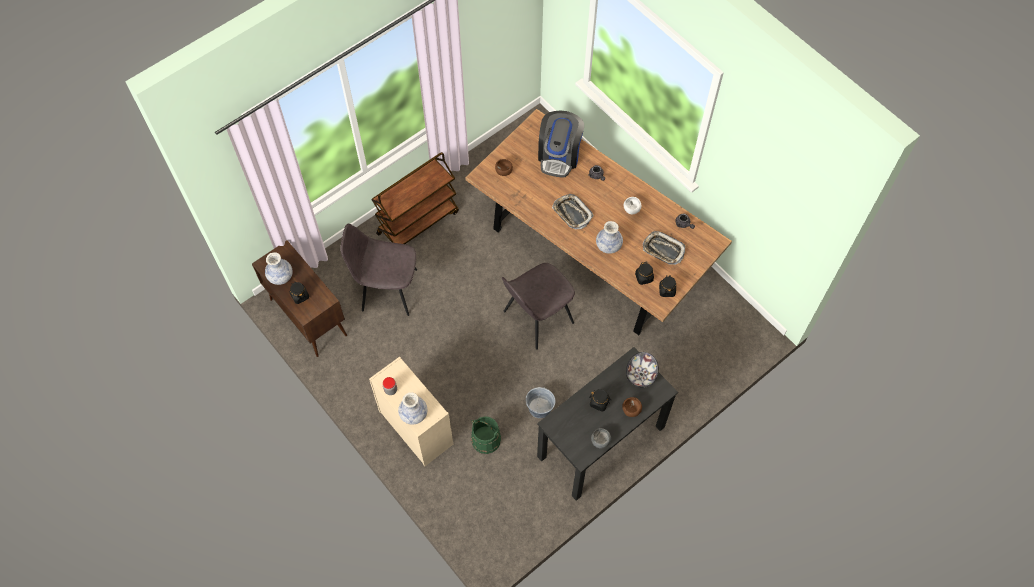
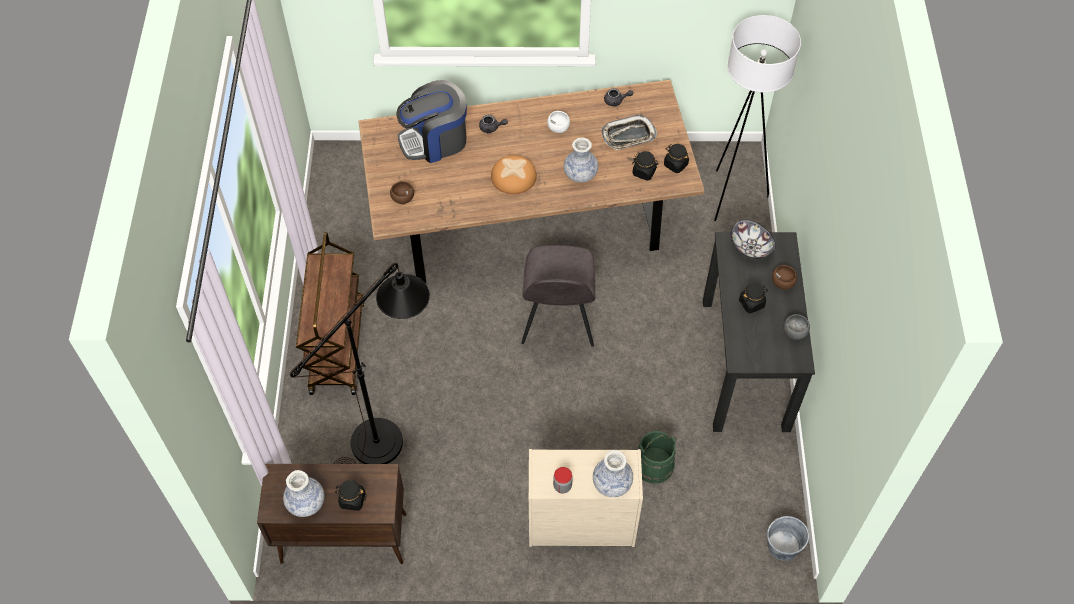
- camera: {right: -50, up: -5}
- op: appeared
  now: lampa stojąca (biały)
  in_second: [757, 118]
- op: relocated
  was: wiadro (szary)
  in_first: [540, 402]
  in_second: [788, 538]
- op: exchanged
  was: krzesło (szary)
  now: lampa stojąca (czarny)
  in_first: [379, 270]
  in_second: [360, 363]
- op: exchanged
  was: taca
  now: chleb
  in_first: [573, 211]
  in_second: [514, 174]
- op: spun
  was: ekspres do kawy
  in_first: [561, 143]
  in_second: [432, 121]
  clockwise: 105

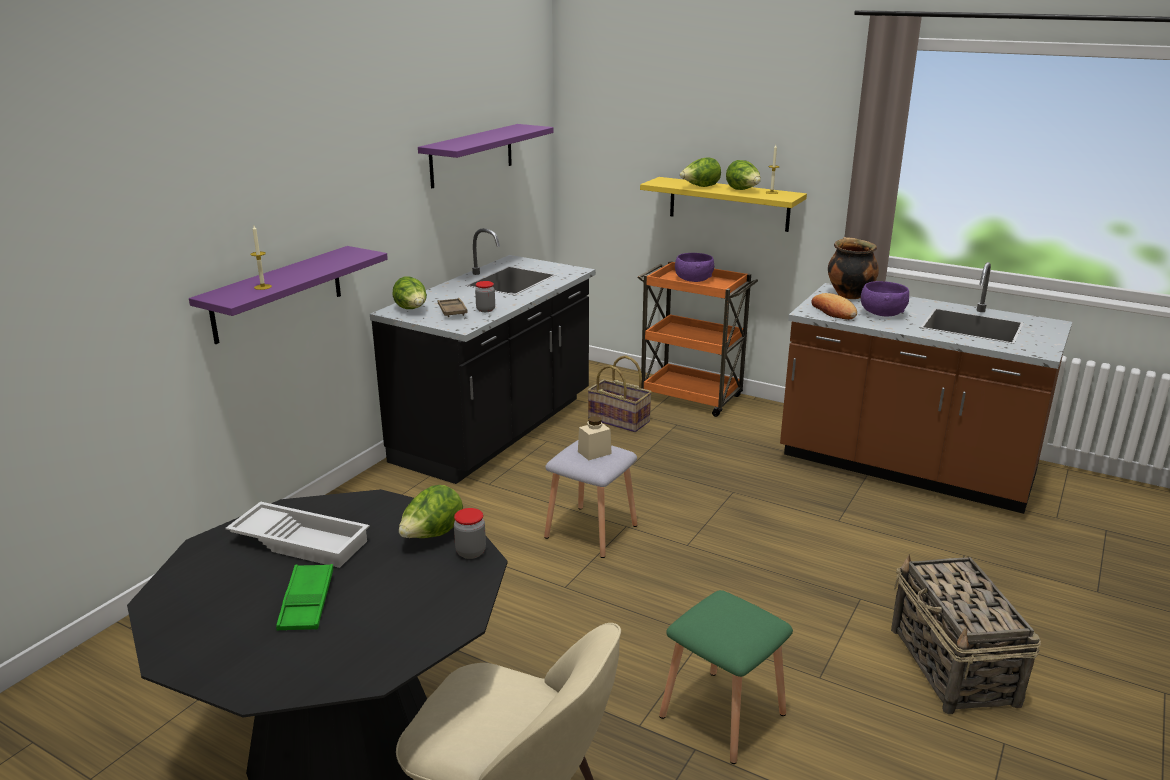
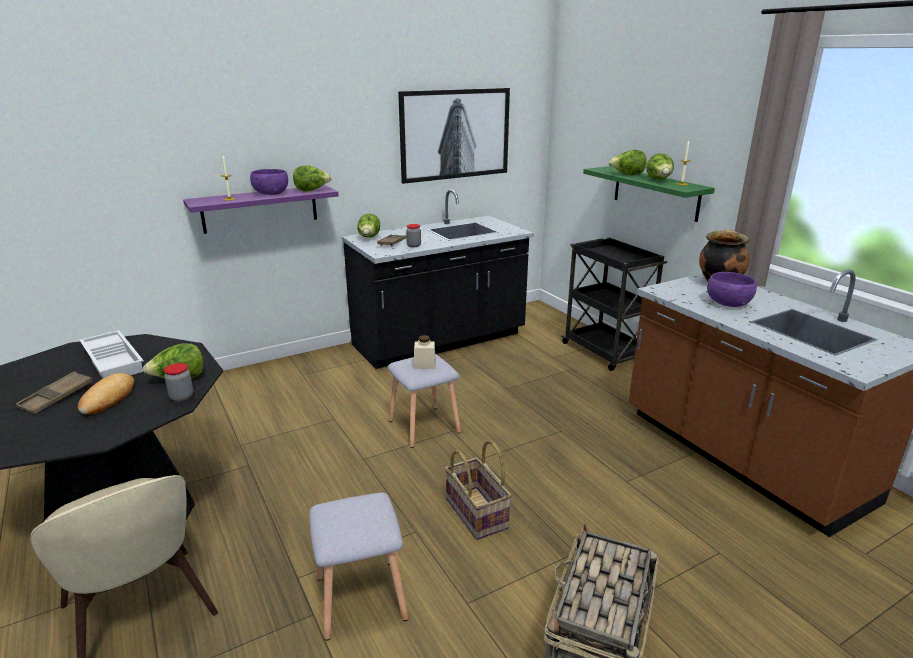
- camera: {right: 30, up: 0}
- op: appeared
  now: sałata
  in_second: [312, 178]
- op: relocated
  was: koszyk
  in_first: [619, 394]
  in_second: [478, 490]
- op: relocated
  was: miska (fioletowy)
  in_first: [694, 267]
  in_second: [269, 182]
- op: relocated
  was: chleb
  in_first: [834, 306]
  in_second: [106, 394]
- op: exchanged
  was: półka (fioletowy)
  now: obraz
  in_first: [486, 156]
  in_second: [454, 136]
- op: colour
  was: taca (zielony)
  now: taca (brązowy)
  in_first: [304, 597]
  in_second: [54, 393]
- op: colour
  was: wózek (pomarańczowy)
  now: wózek (czarny)
  in_first: [698, 339]
  in_second: [614, 304]
- op: colour
  was: półka (żółty)
  now: półka (zielony)
  in_first: [723, 204]
  in_second: [649, 194]
- op: colour
  was: stołek (zielony)
  now: stołek (szary)
  in_first: [726, 677]
  in_second: [358, 566]

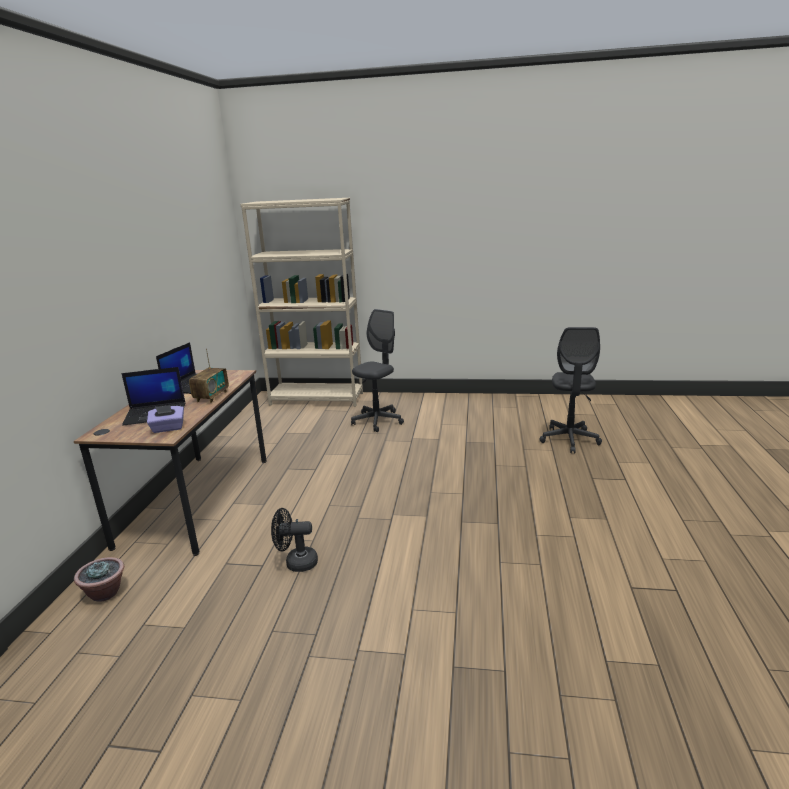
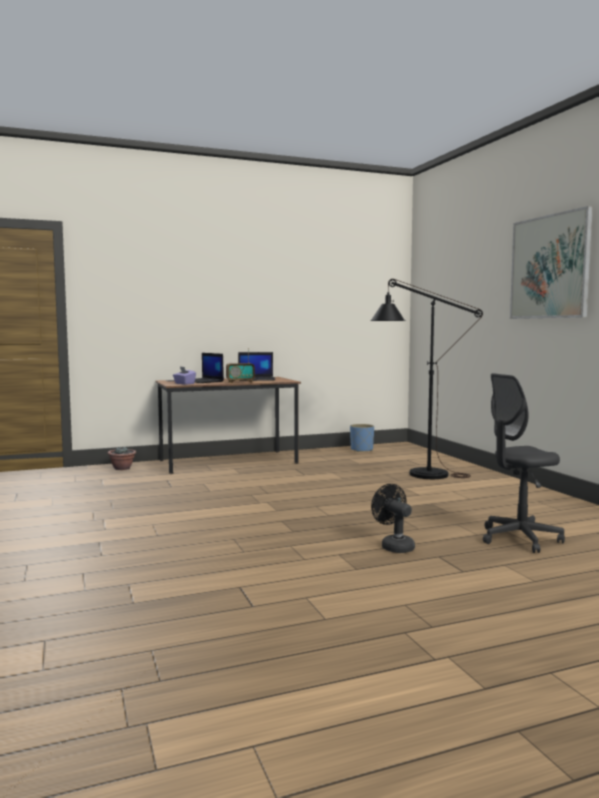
- camera: {right: 60, up: -15}
- op: missing
  was: regał (beżowy)
  in_first: [301, 302]
- op: appeared
  now: donica (niebieski)
  in_second: [362, 438]
- op: appeared
  now: obraz
  in_second: [551, 262]
- op: relocated
  was: wentylator (czarny)
  in_first: [294, 540]
  in_second: [393, 518]
- op: exchanged
  was: krzesło biurowe (szary)
  now: lampa stojąca (czarny)
  in_first: [377, 370]
  in_second: [426, 379]

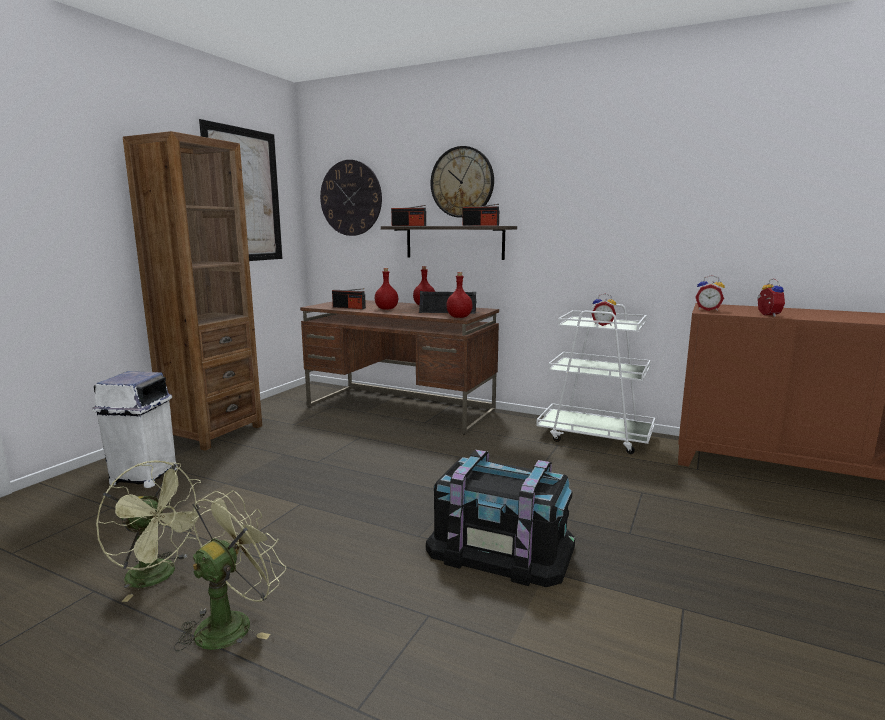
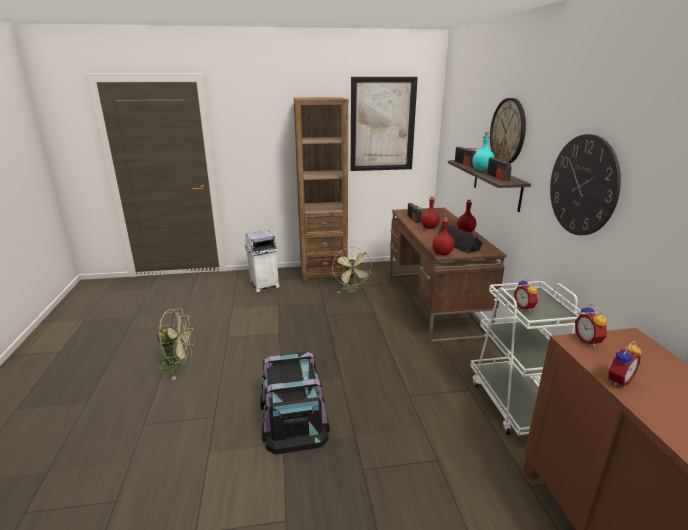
- camera: {right: 55, up: 10}
- op: appeared
  now: butelka (turkusowy)
  in_second: [483, 151]
- op: relocated
  was: wentylator (zielony)
  in_first: [151, 531]
  in_second: [352, 270]
- op: relocated
  was: zegar ścienny
  in_first: [351, 198]
  in_second: [585, 184]

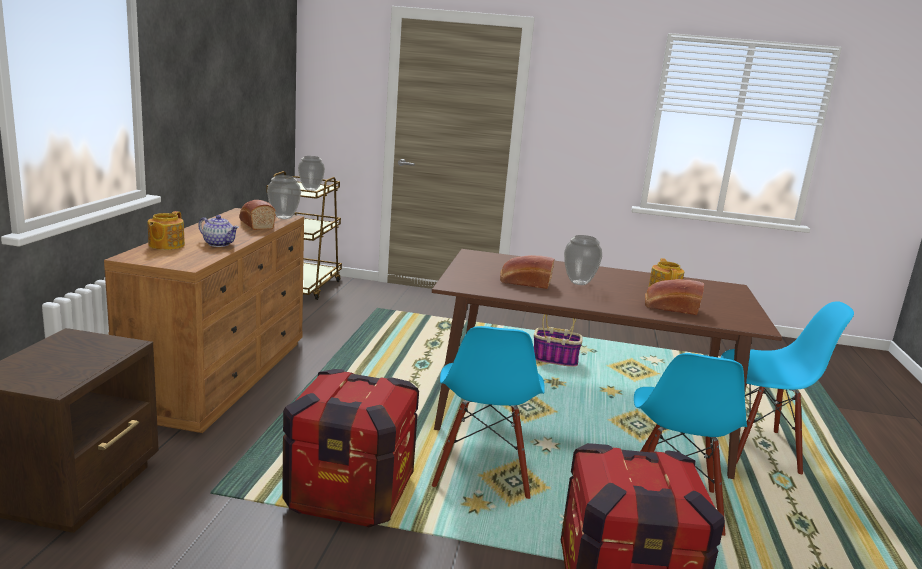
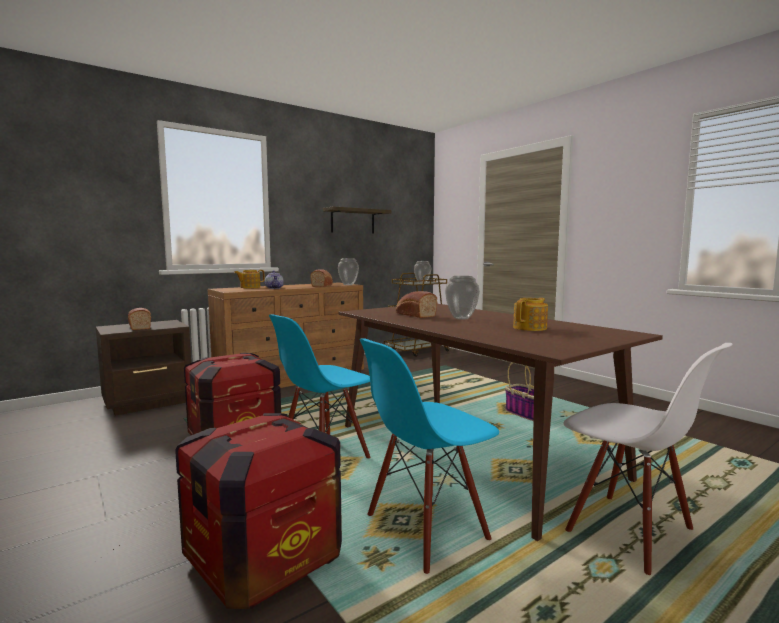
- camera: {right: 45, up: -10}
- op: appeared
  now: półka
  in_second: [357, 220]
- op: relocated
  was: chleb
  in_first: [674, 297]
  in_second: [139, 319]
- op: colour
  was: krzesło (niebieski)
  now: krzesło (biały)
  in_first: [787, 387]
  in_second: [647, 459]

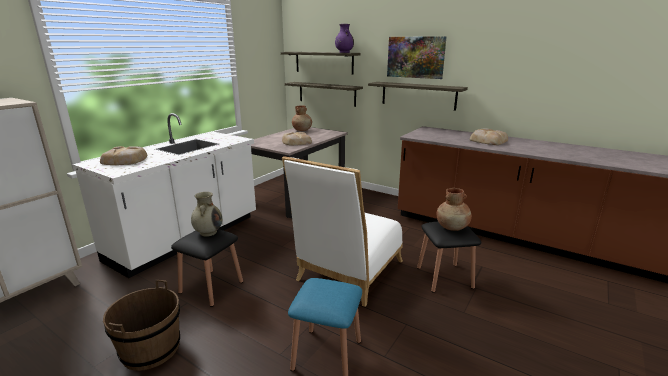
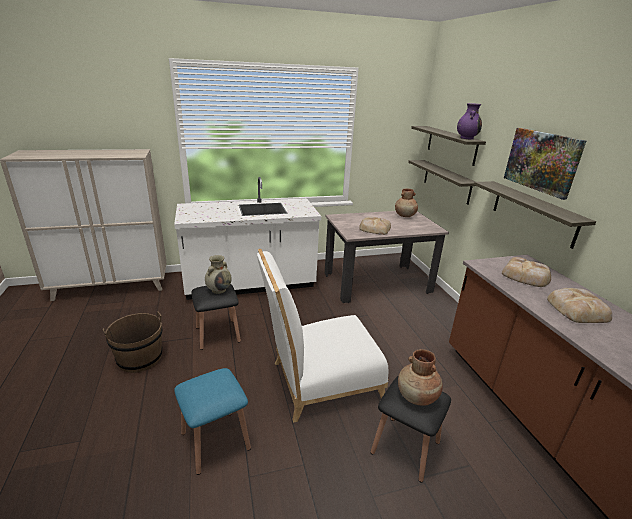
- camera: {right: 40, up: 5}
- op: relocated
  was: chleb
  in_first: [123, 155]
  in_second: [526, 272]

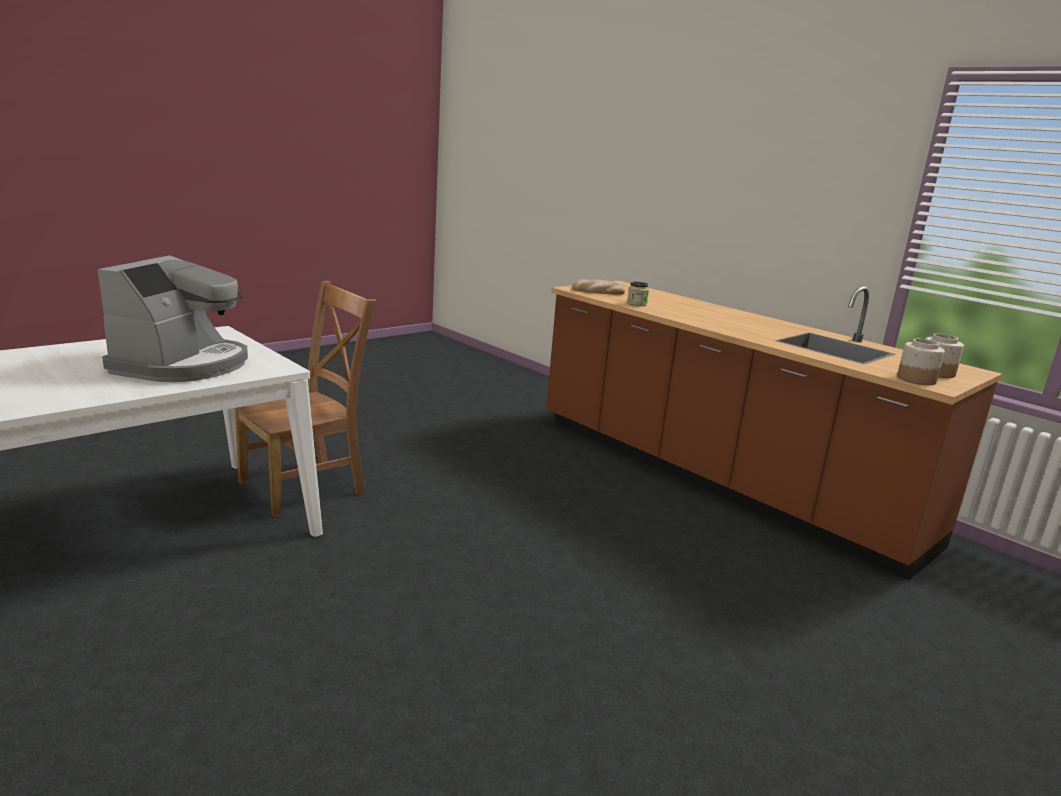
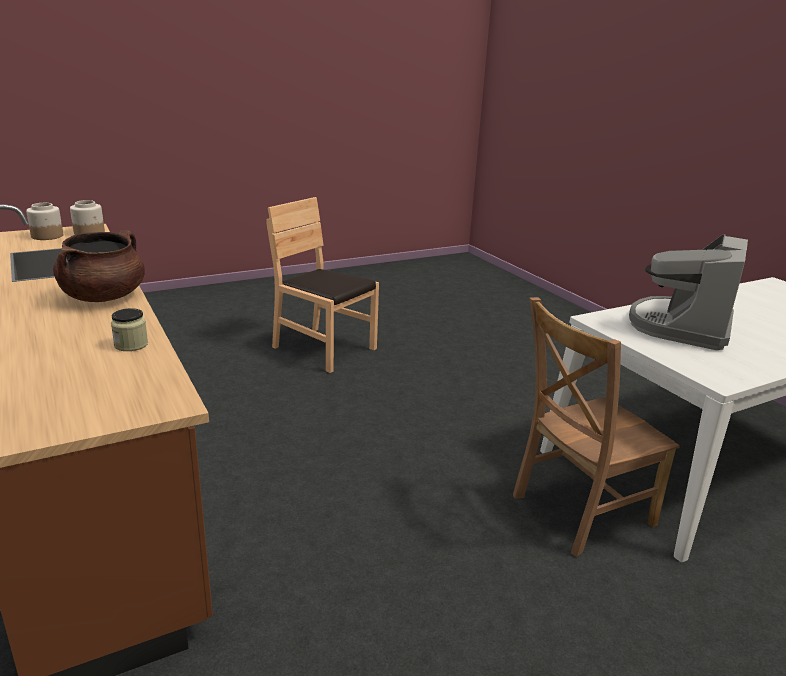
- camera: {right: -165, up: 5}
- op: missing
  was: chleb
  in_first: [598, 287]
- op: appeared
  now: garnek (brązowy)
  in_second: [99, 266]
- op: appeared
  now: krzesło (brązowy)
  in_second: [322, 285]

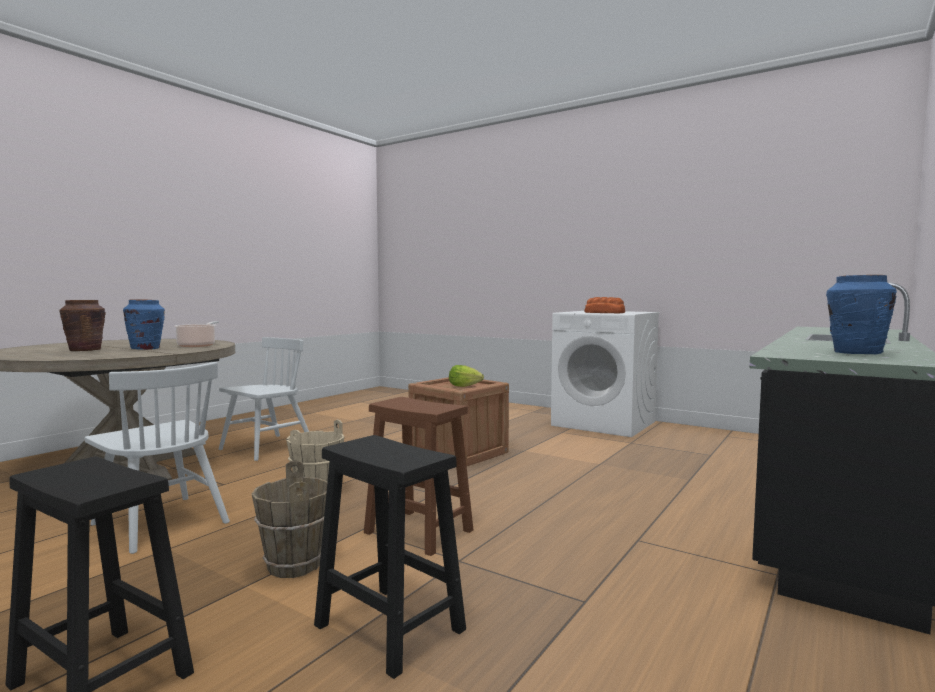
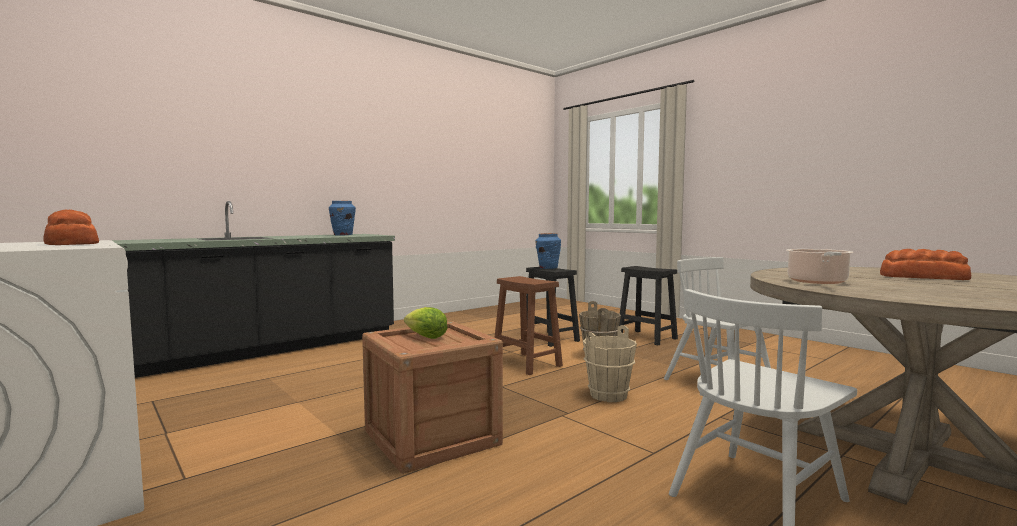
- camera: {right: -165, up: 0}
- op: relocated
  was: wazon (niebieski)
  in_first: [144, 325]
  in_second: [548, 251]
- op: exchanged
  was: wazon (brązowy)
  now: chleb
  in_first: [82, 325]
  in_second: [925, 264]

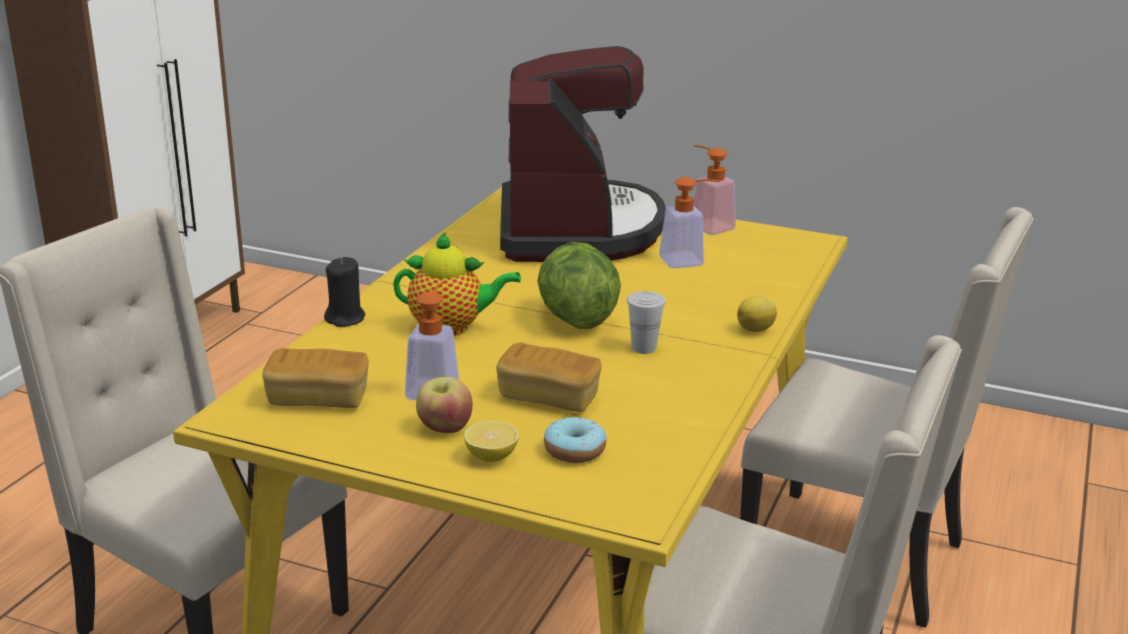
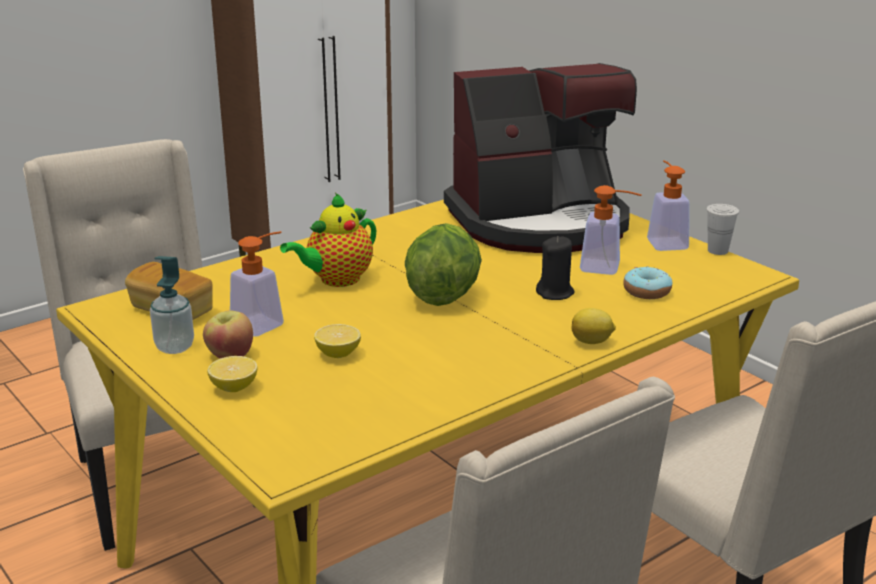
- camera: {right: 30, up: 0}
- op: appeared
  now: dozownik mydła
  in_second: [172, 305]
- op: relocated
  was: świeca (czarny)
  in_first: [344, 292]
  in_second: [555, 268]
- op: relocated
  was: donut
  in_first: [575, 440]
  in_second: [647, 282]
- op: relocated
  was: filiżanka (biały)
  in_first: [646, 322]
  in_second: [722, 229]
- op: exchanged
  was: chleb
  now: cytryna
  in_first: [548, 377]
  in_second: [337, 341]
- op: spun
  was: imbryk
  in_first: [457, 284]
  in_second: [328, 240]
  clockwise: 105
- op: spun
  was: ekspres do kawy
  in_first: [583, 154]
  in_second: [540, 158]
  clockwise: 45

